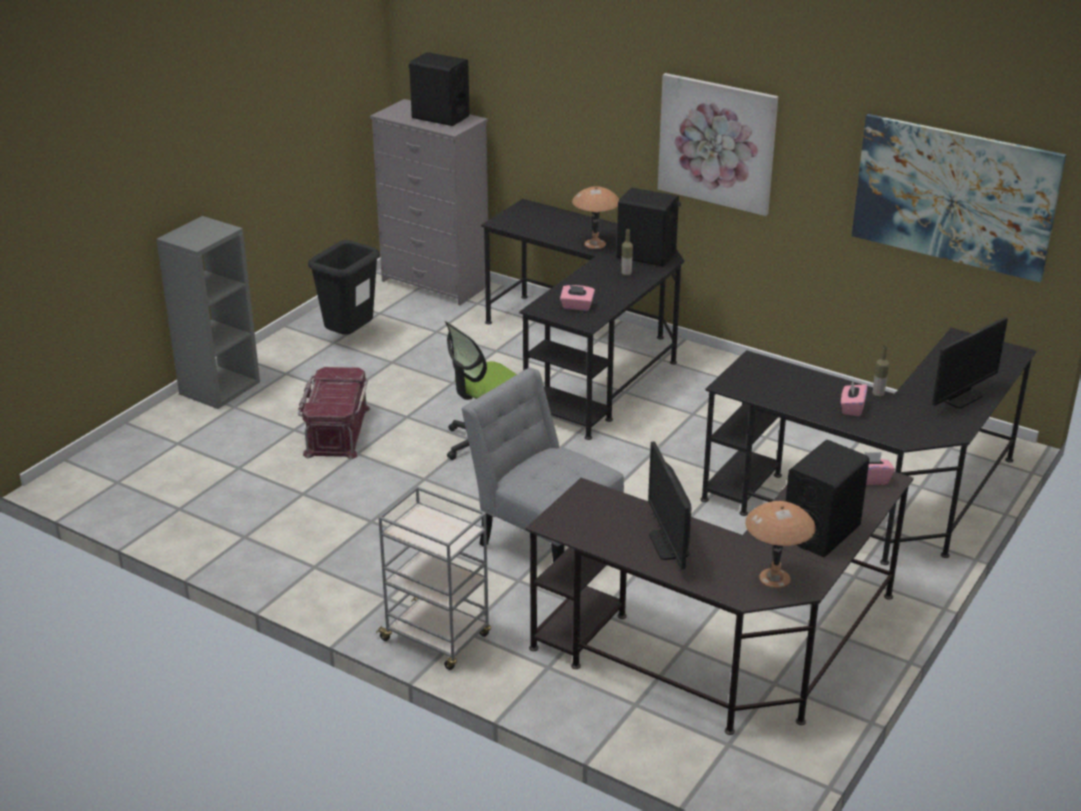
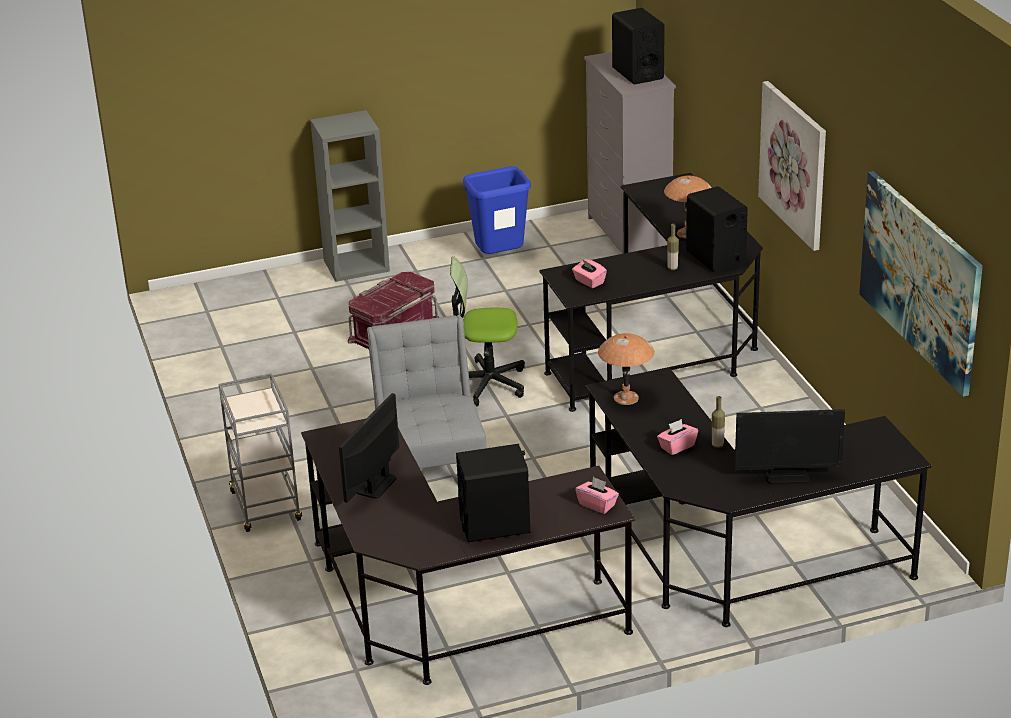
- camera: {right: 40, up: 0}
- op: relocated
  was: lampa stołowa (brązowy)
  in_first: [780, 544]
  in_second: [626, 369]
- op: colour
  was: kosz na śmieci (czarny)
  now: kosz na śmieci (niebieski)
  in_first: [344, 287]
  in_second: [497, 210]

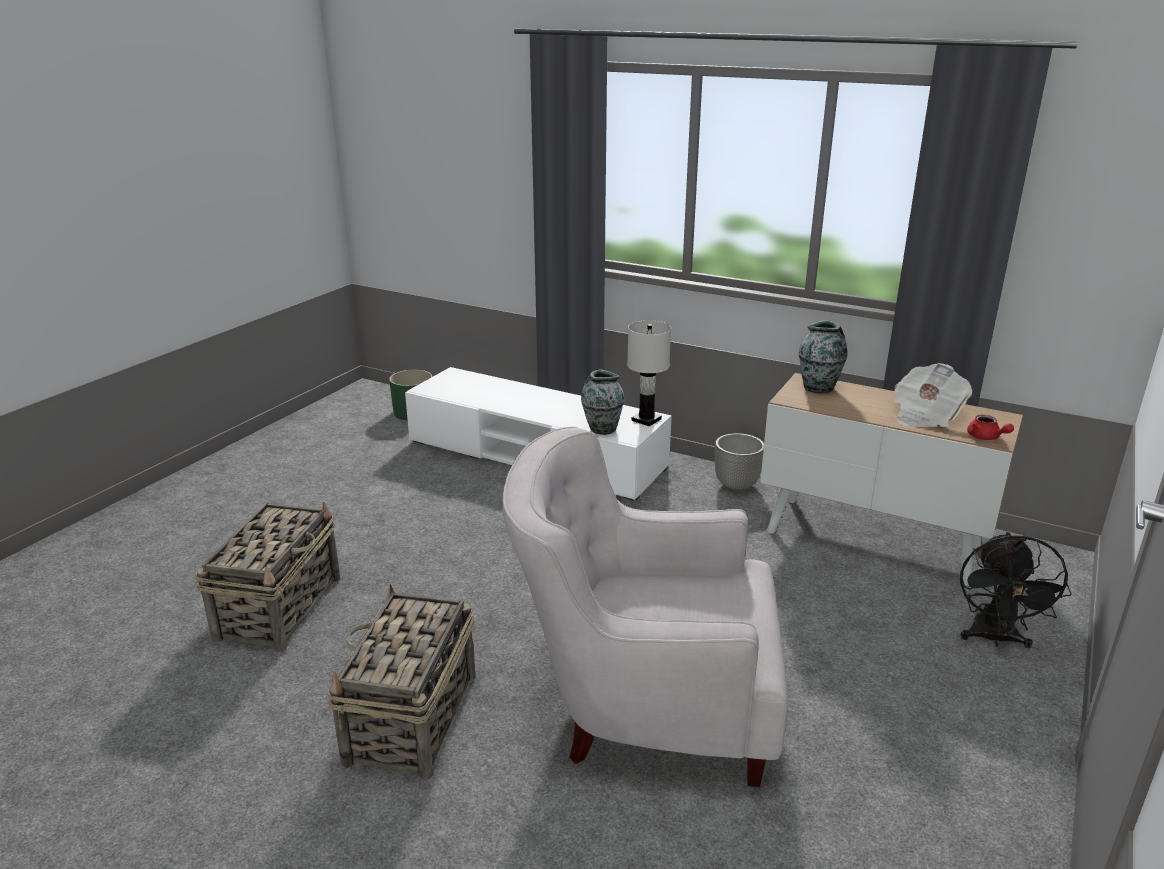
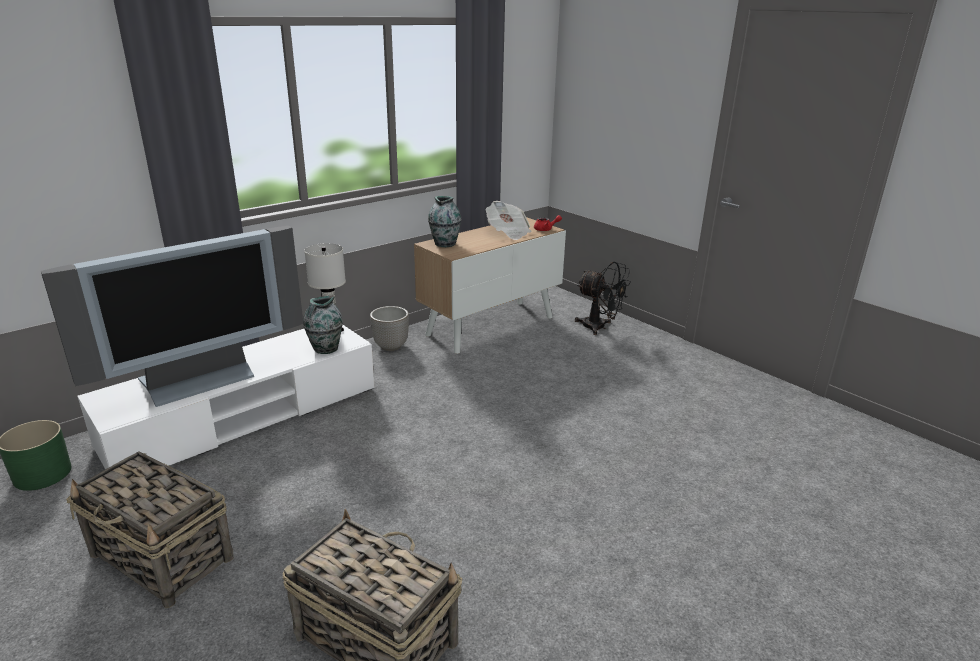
- camera: {right: -70, up: 0}
- op: missing
  was: fotel (biały)
  in_first: [645, 607]
- op: appeared
  now: telewizor
  in_second: [172, 316]
- op: relocated
  was: koszyk
  in_first: [401, 682]
  in_second: [150, 529]

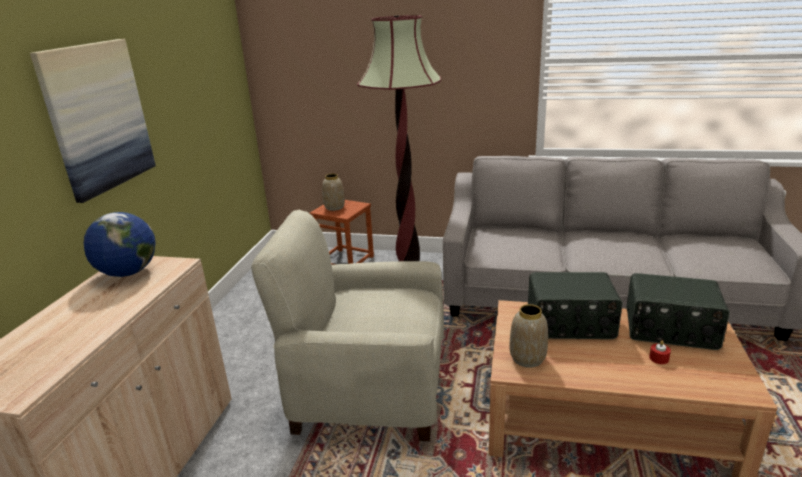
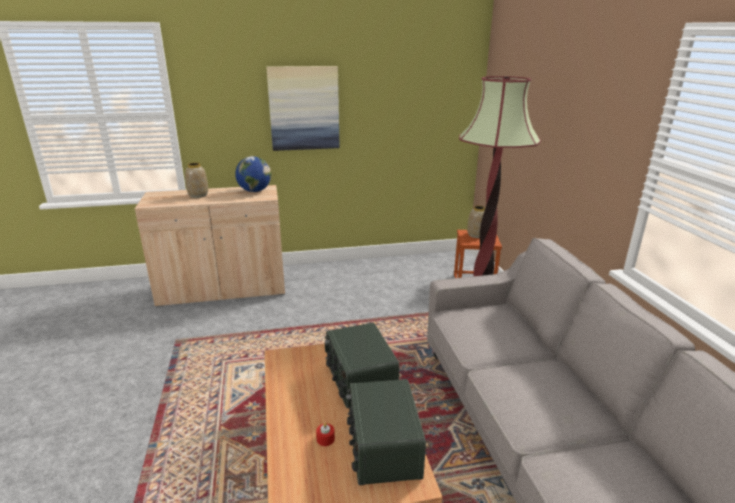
- camera: {right: 65, up: 0}
- op: missing
  was: fotel (beżowy)
  in_first: [347, 325]
- op: relocated
  was: wazon
  in_first: [529, 336]
  in_second: [196, 180]

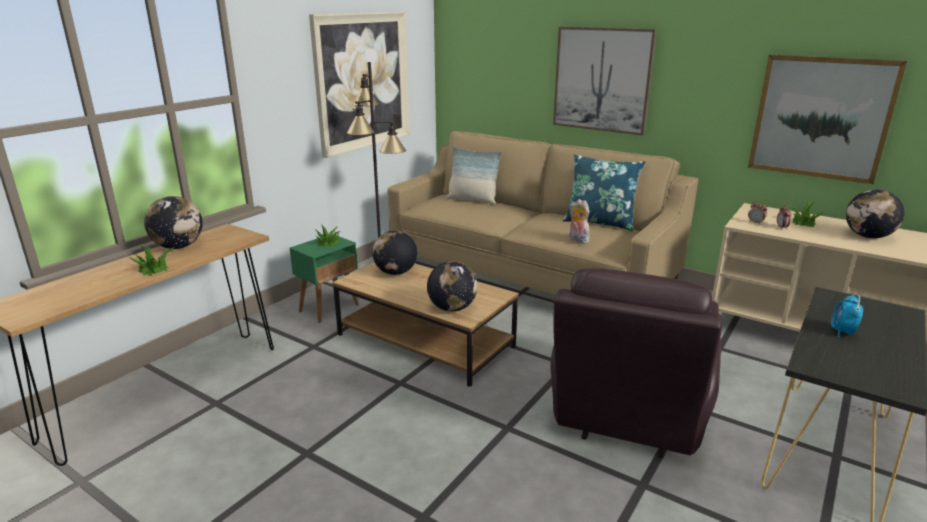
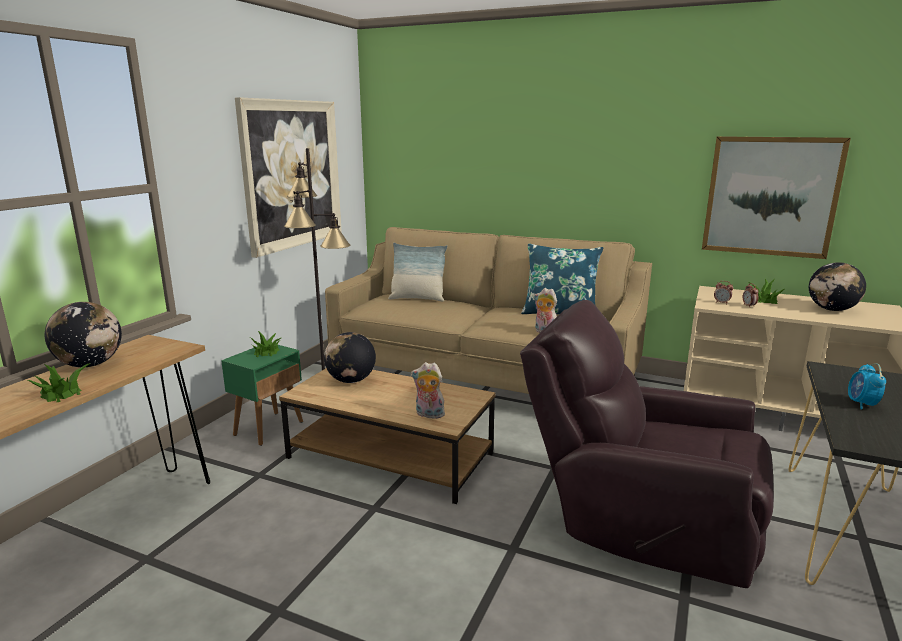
- camera: {right: -10, up: -5}
- op: missing
  was: obraz
  in_first: [605, 81]
- op: exchanged
  was: globus
  now: pluszak
  in_first: [452, 286]
  in_second: [428, 390]
- op: spun
  was: fotel (brązowy)
  in_first: [636, 363]
  in_second: [647, 444]
  clockwise: 105

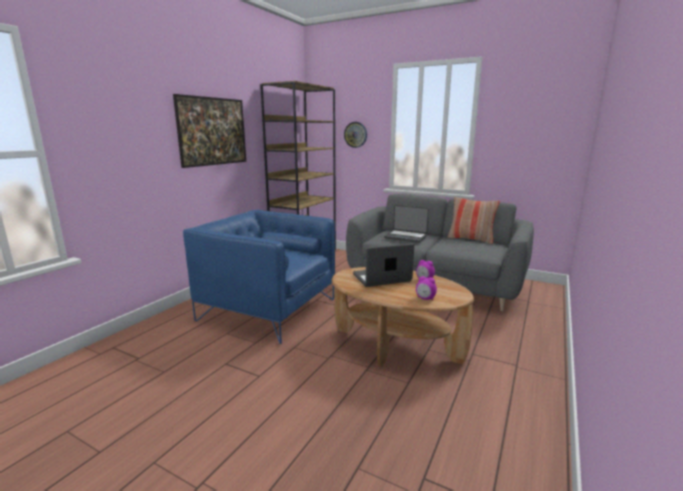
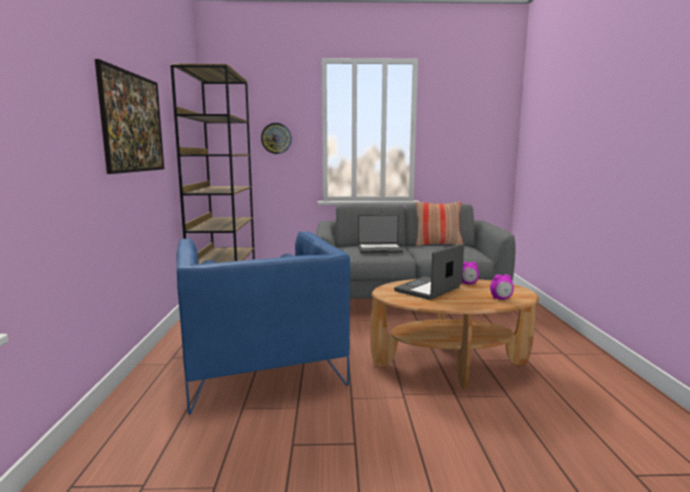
- camera: {right: -30, up: -5}
- op: spun
  was: fotel (niebieski)
  in_first: [259, 277]
  in_second: [263, 322]
  clockwise: -105

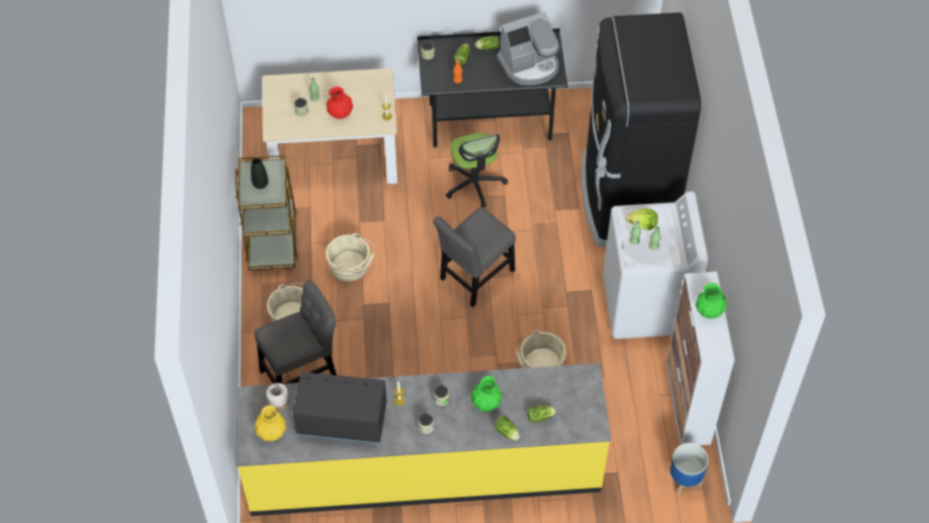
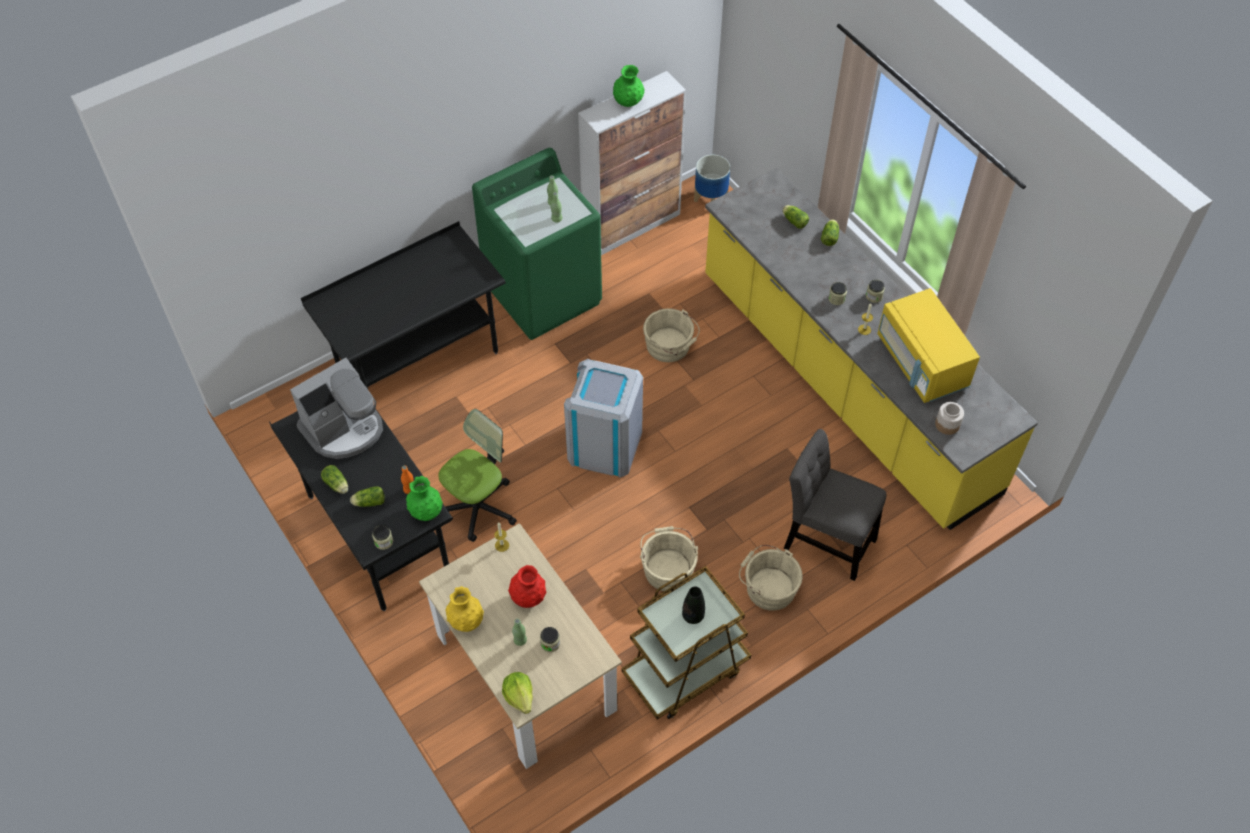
- camera: {right: -120, up: 0}
- op: relocated
  was: wazon (żółty)
  in_first: [270, 423]
  in_second: [464, 609]
- op: relocated
  was: wazon (zielony)
  in_first: [486, 394]
  in_second: [424, 498]
- op: relocated
  was: sałata
  in_first: [642, 219]
  in_second: [517, 693]
- op: exchanged
  was: krzesło (szary)
  now: kosz na śmieci (szary)
  in_first: [474, 257]
  in_second: [603, 418]
- op: exchanged
  was: lodówka (czarny)
  now: biurko (czarny)
  in_first: [641, 130]
  in_second: [403, 305]
- op: colour
  was: mikrofalówka (czarny)
  now: mikrofalówka (żółty)
  in_first: [340, 407]
  in_second: [928, 345]
- op: colour
  was: pralka (biały)
  now: pralka (zielony)
  in_first: [655, 265]
  in_second: [537, 244]
- op: spun
  was: ekspres do kawy
  in_first: [528, 48]
  in_second: [336, 408]
  clockwise: 105

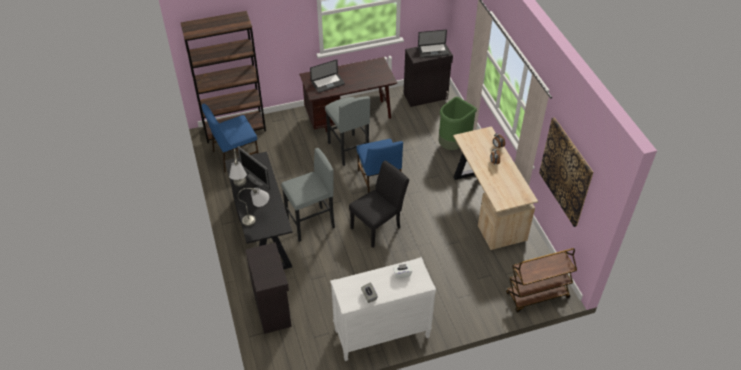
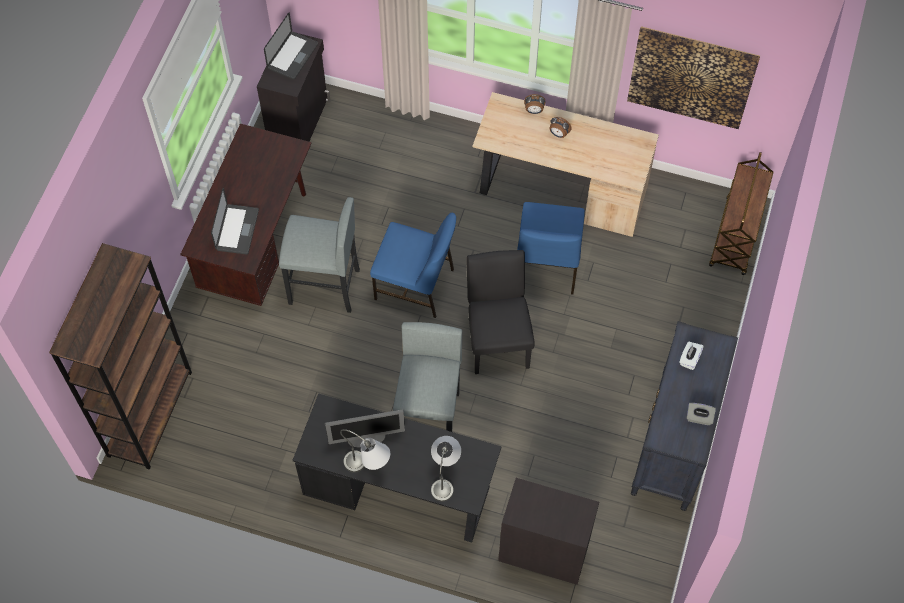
- camera: {right: -55, up: 15}
- op: missing
  was: kosz na śmieci (zielony)
  in_first: [457, 123]
- op: relocated
  was: krzesło (niebieski)
  in_first: [230, 138]
  in_second: [551, 248]
- op: colour
  was: komoda (biały)
  now: komoda (czarny)
  in_first: [383, 309]
  in_second: [684, 416]

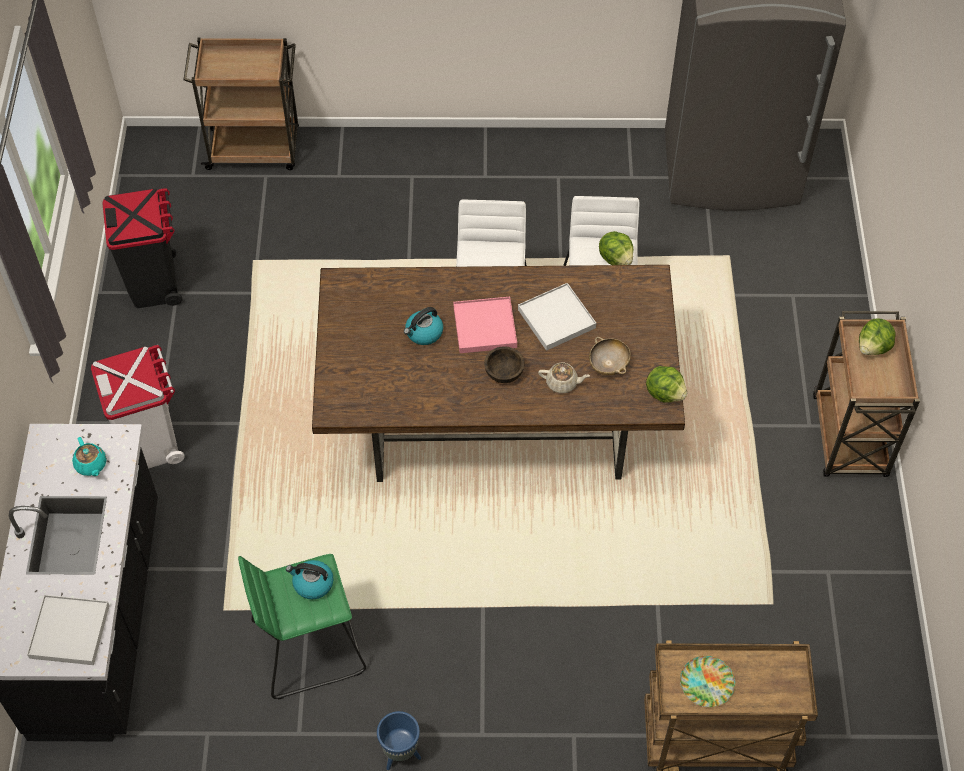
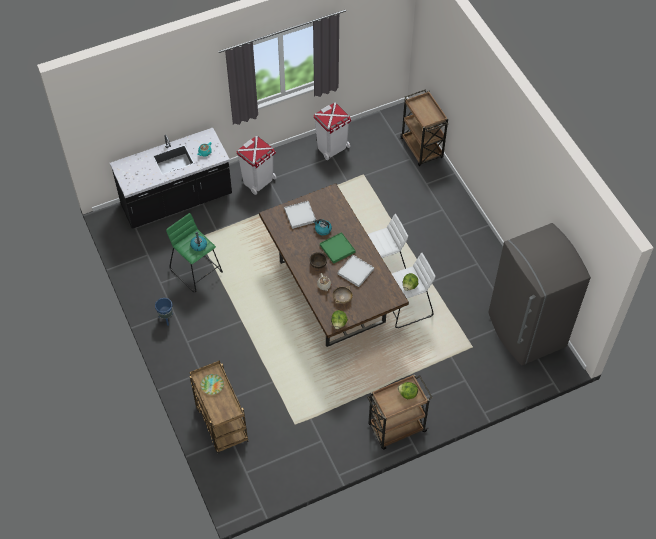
- camera: {right: 65, up: 0}
- op: relocated
  was: taca (biały)
  in_first: [68, 630]
  in_second: [300, 215]
- op: colour
  was: kosz na śmieci (czarny)
  now: kosz na śmieci (biały)
  in_first: [142, 248]
  in_second: [332, 131]
- op: colour
  was: taca (różowy)
  now: taca (zielony)
  in_first: [485, 325]
  in_second: [337, 248]

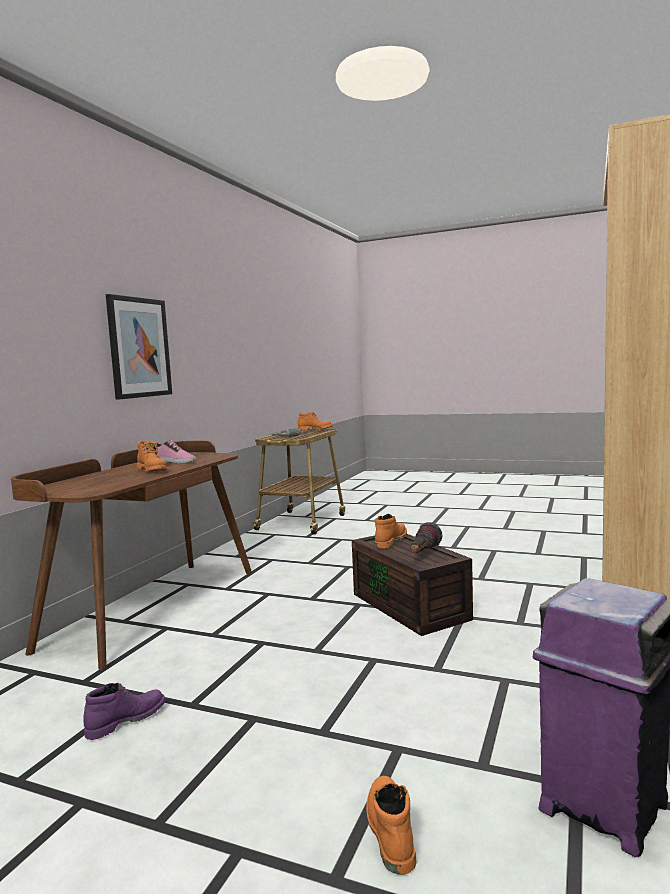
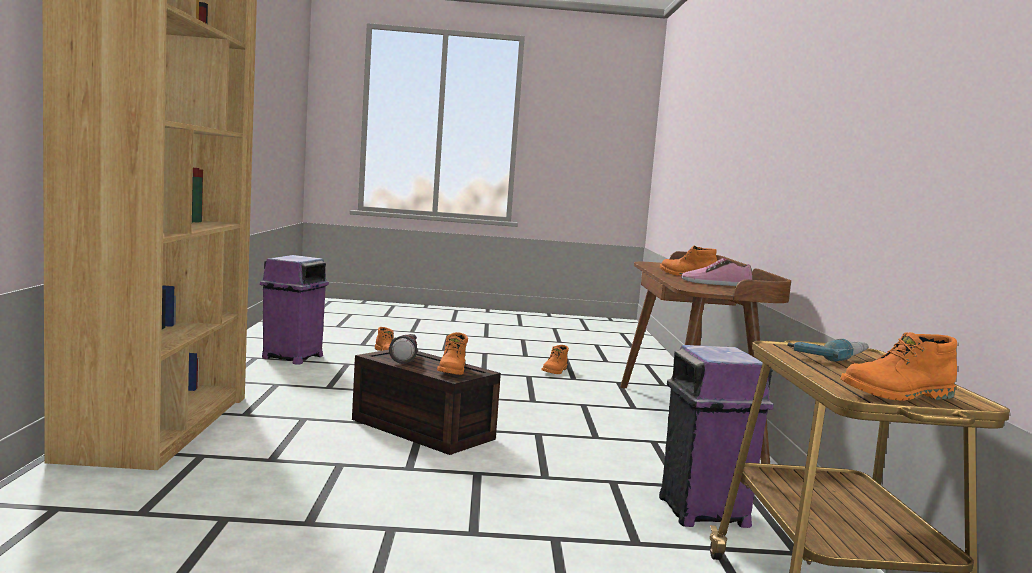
- camera: {right: 155, up: 0}
- op: missing
  was: obraz
  in_first: [139, 347]
- op: appeared
  now: kosz na śmieci (fioletowy)
  in_second: [716, 436]
- op: colour
  was: but z cholewką (fioletowy)
  now: but z cholewką (pomarańczowy)
  in_first: [124, 711]
  in_second: [555, 359]

